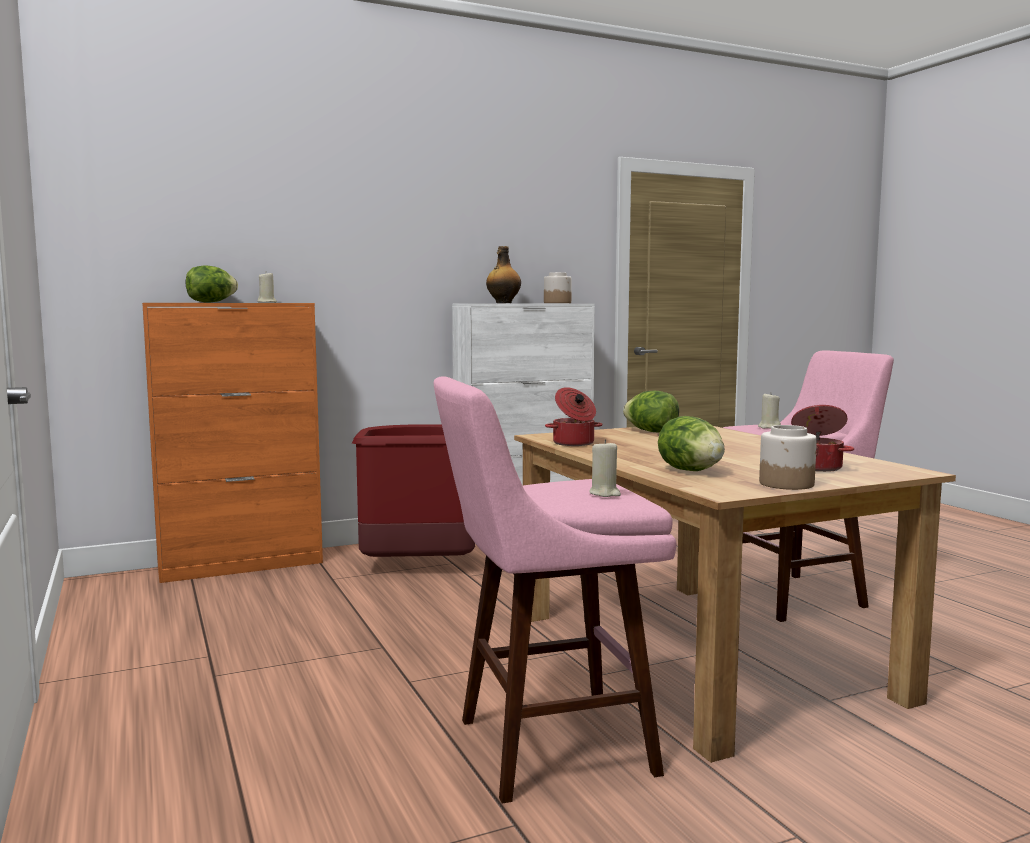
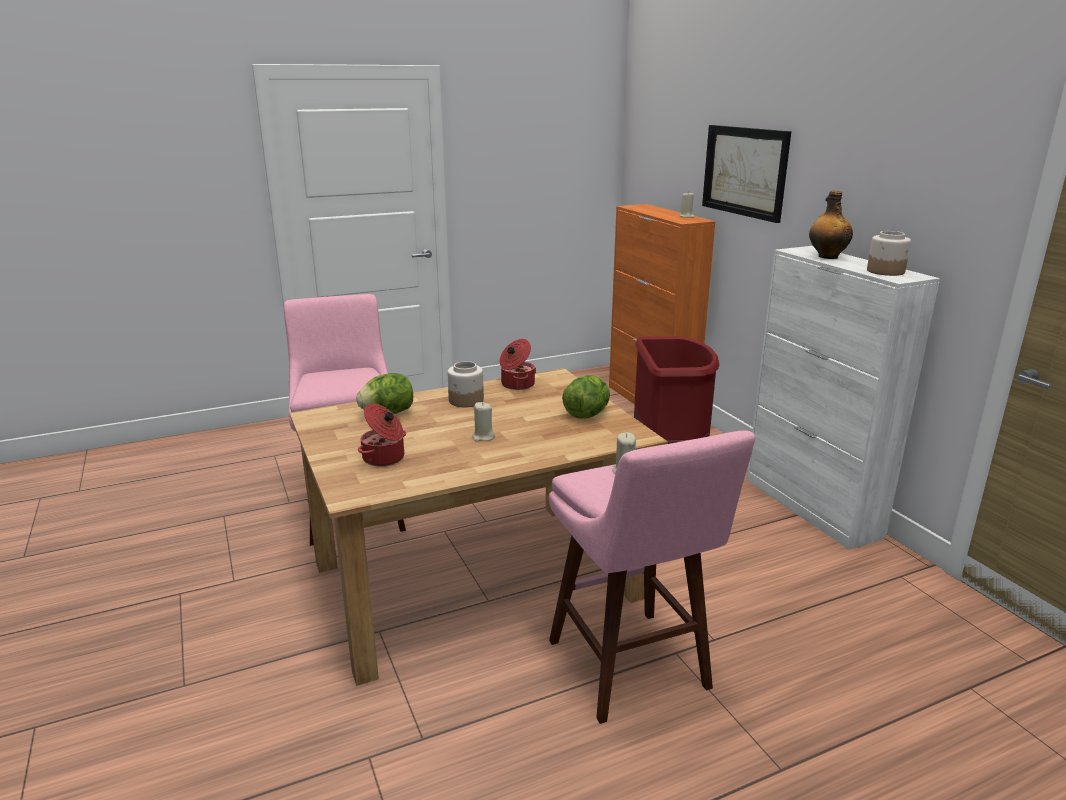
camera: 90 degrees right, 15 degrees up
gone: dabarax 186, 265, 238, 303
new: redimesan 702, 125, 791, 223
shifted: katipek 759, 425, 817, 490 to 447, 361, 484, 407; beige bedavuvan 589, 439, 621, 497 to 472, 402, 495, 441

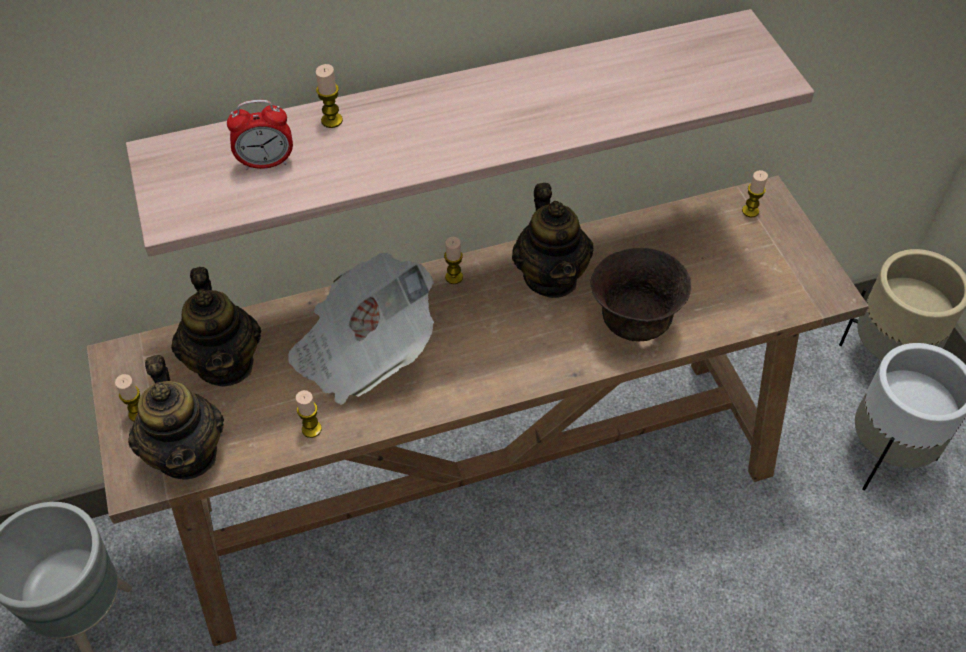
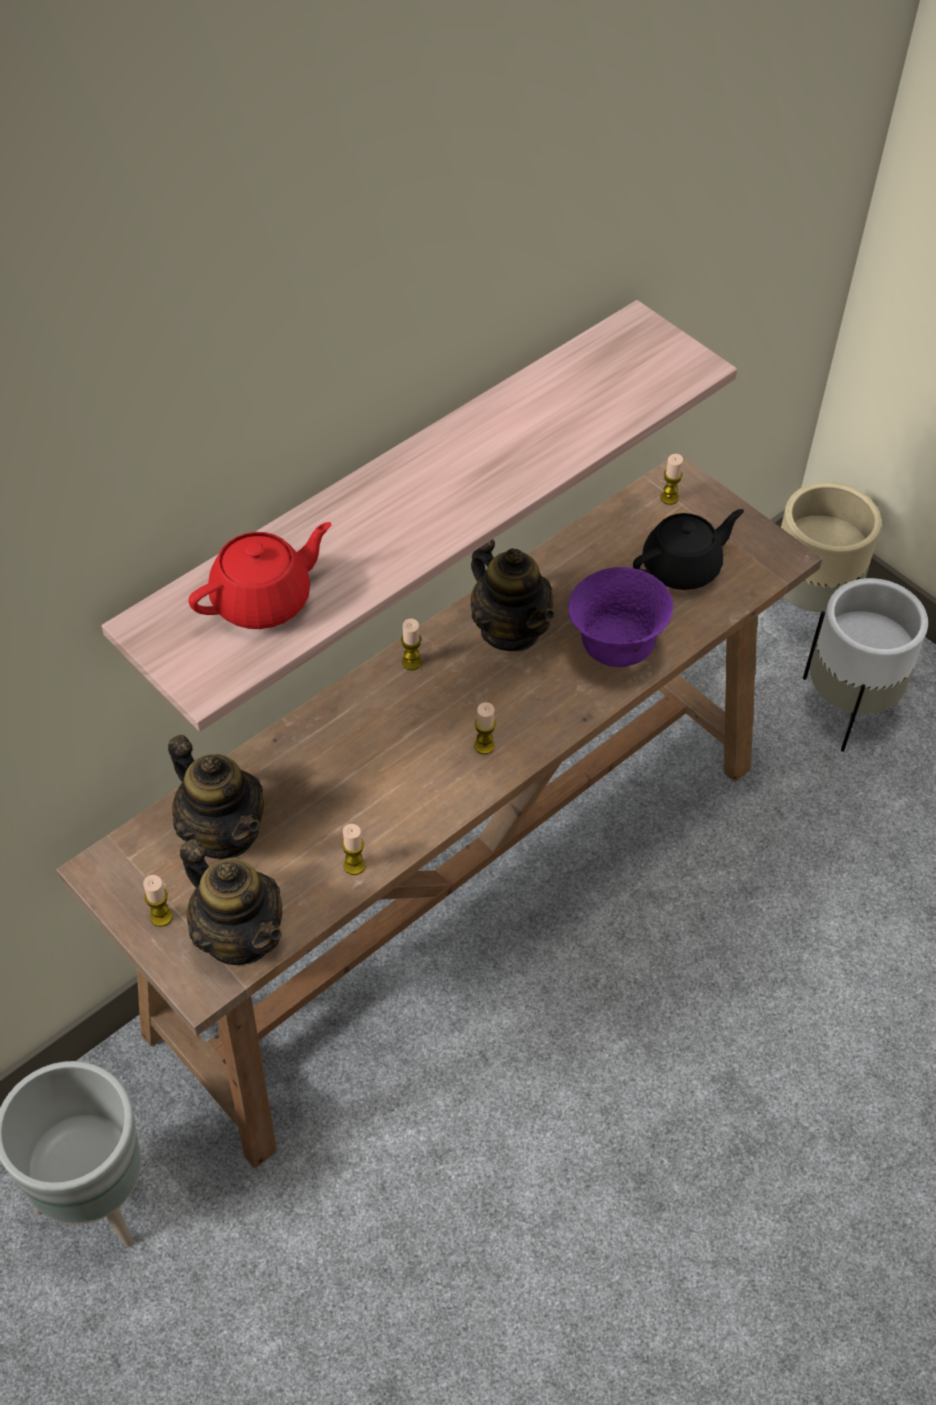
camera: 25 degrees left, 0 degrees up
gone: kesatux 288, 252, 434, 405
new: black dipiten 633, 509, 744, 590
shifted: bedavuvan 316, 64, 343, 128 to 474, 702, 496, 755
swapped: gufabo 227, 100, 293, 170 to red dipiten 188, 522, 332, 629
repainted: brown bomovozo 590, 248, 691, 341 to purple bomovozo 568, 567, 673, 667

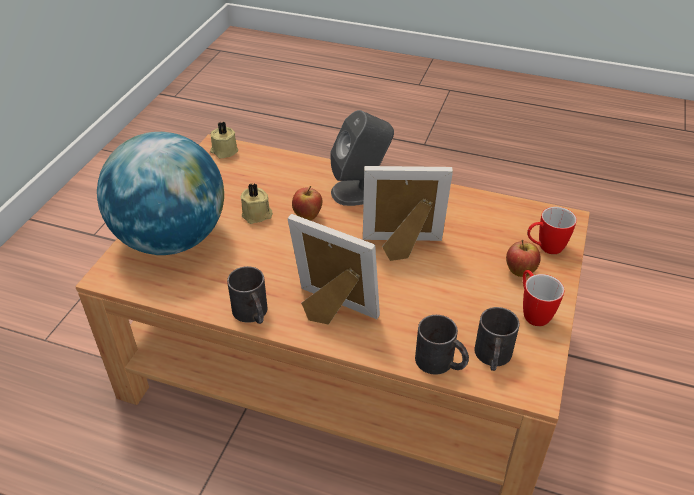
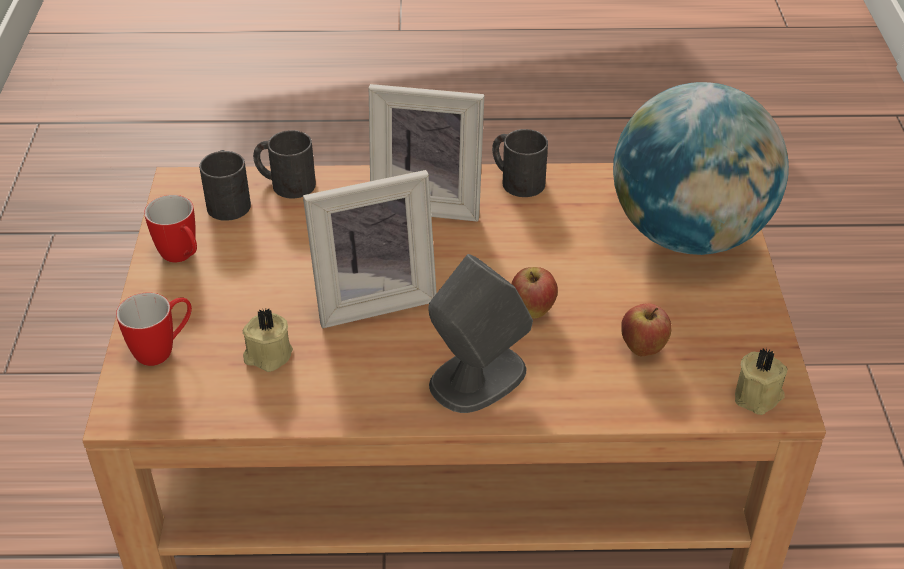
camera: 160 degrees right, 0 degrees up
shifted: beige bedavuvan 240, 183, 273, 224 to 243, 308, 293, 372; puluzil 506, 240, 541, 277 to 621, 303, 672, 356

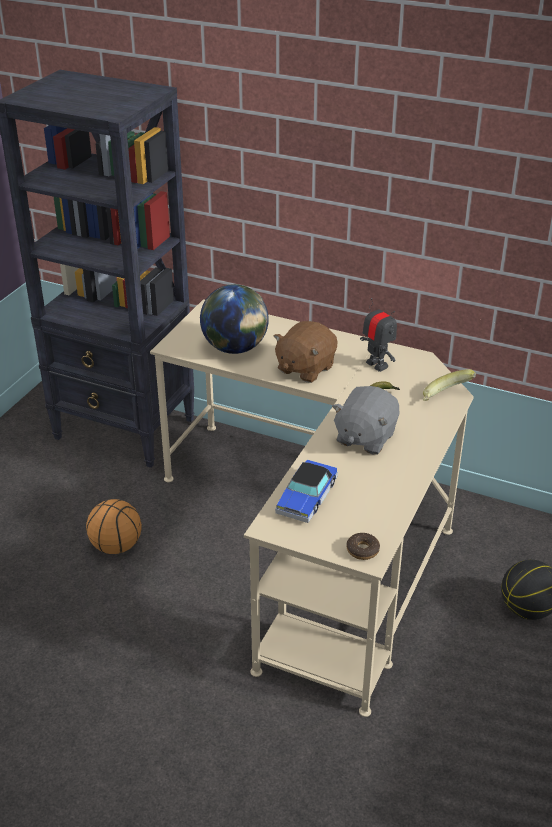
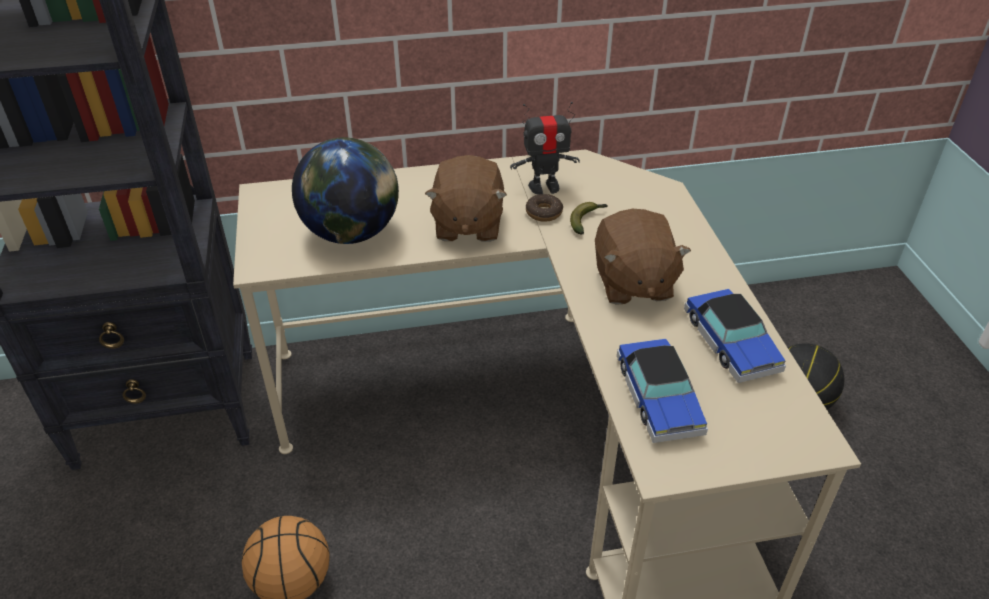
camera: 35 degrees left, 5 degrees up
gone: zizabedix 423, 369, 476, 401
new: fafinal 684, 289, 786, 383
shifted: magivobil 347, 533, 380, 560 to 526, 194, 563, 222
repainted: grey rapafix 332, 386, 399, 455 to brown rapafix 595, 209, 691, 305
rotated: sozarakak 360, 298, 397, 372 = 510, 102, 580, 195 150 degrees clockwise

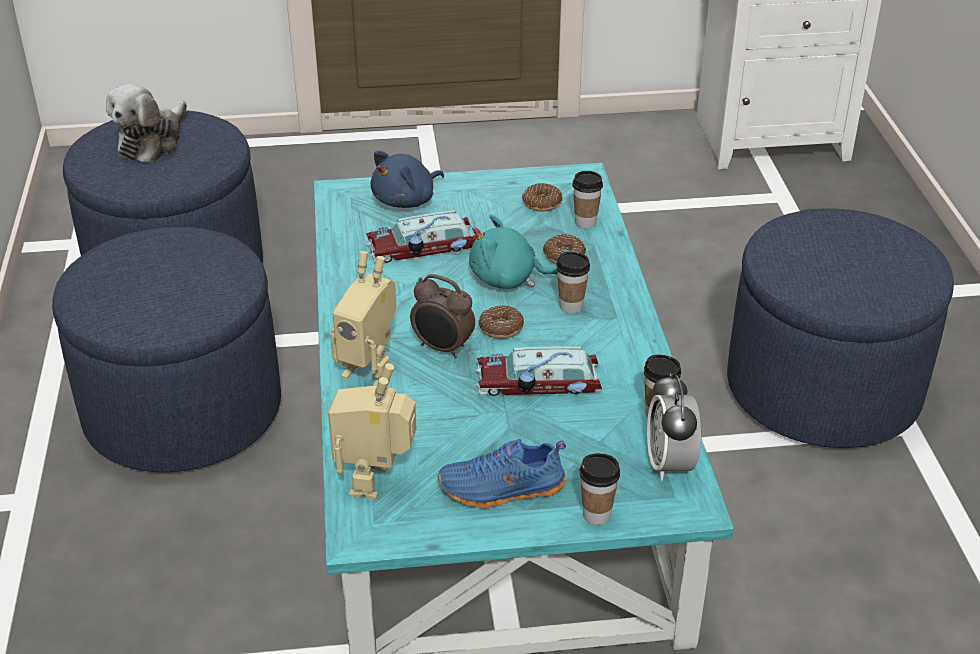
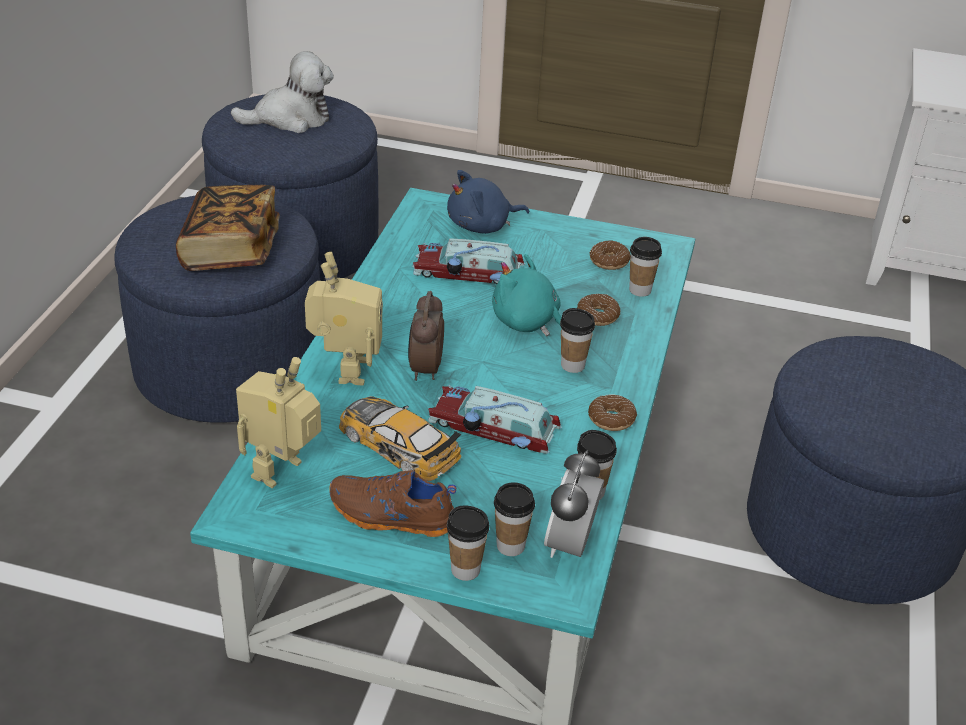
camera: 20 degrees right, 0 degrees up
new: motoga 176, 185, 280, 271; fafinal 339, 396, 462, 481; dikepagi 494, 482, 535, 556
shifted: magivobil 478, 305, 524, 339 to 588, 394, 637, 431
repainted: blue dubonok 438, 439, 566, 509 to brown dubonok 330, 470, 457, 537
rotated: rapafix 106, 84, 187, 163 = 231, 51, 334, 133 150 degrees counterclockwise; sozarakak 330, 251, 397, 386 = 305, 252, 383, 386 135 degrees counterclockwise; gufabo 410, 274, 475, 358 = 408, 291, 444, 381 45 degrees clockwise

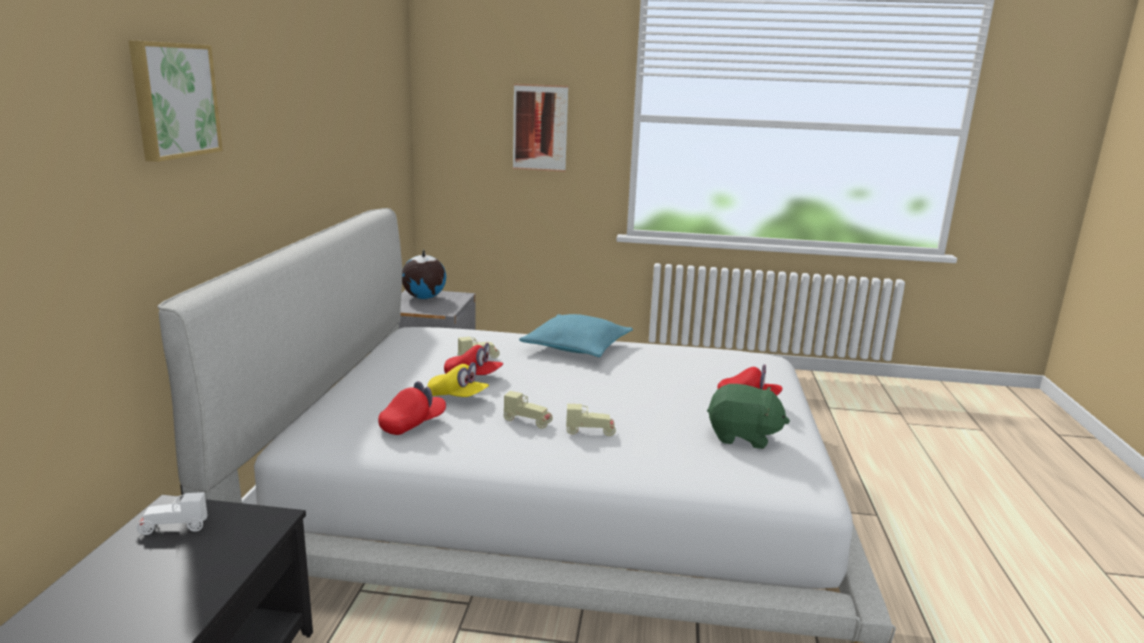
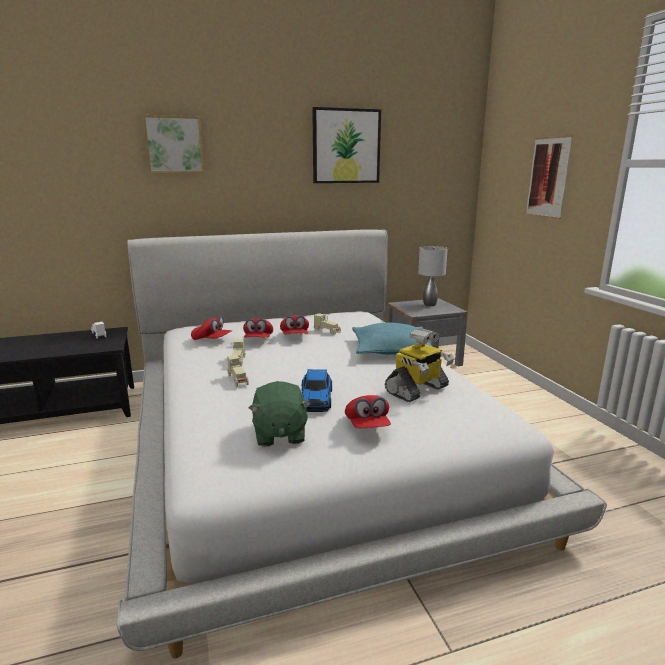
camera: 65 degrees right, 0 degrees up
new: redimesan 312, 107, 381, 183; sozarakak 385, 328, 454, 402; fafinal 302, 369, 332, 412
swapped: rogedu 402, 250, 446, 299 to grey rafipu 418, 246, 448, 306
repainted: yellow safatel 427, 362, 489, 397 to red safatel 243, 318, 273, 338

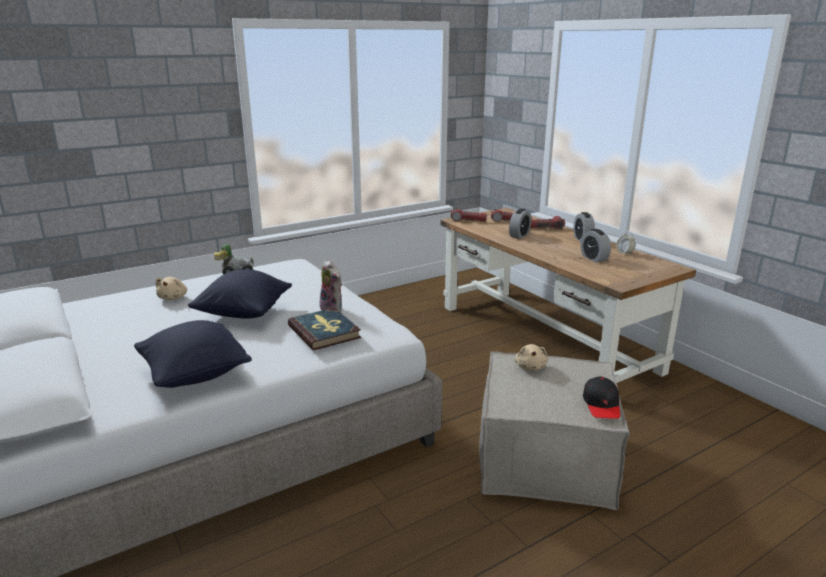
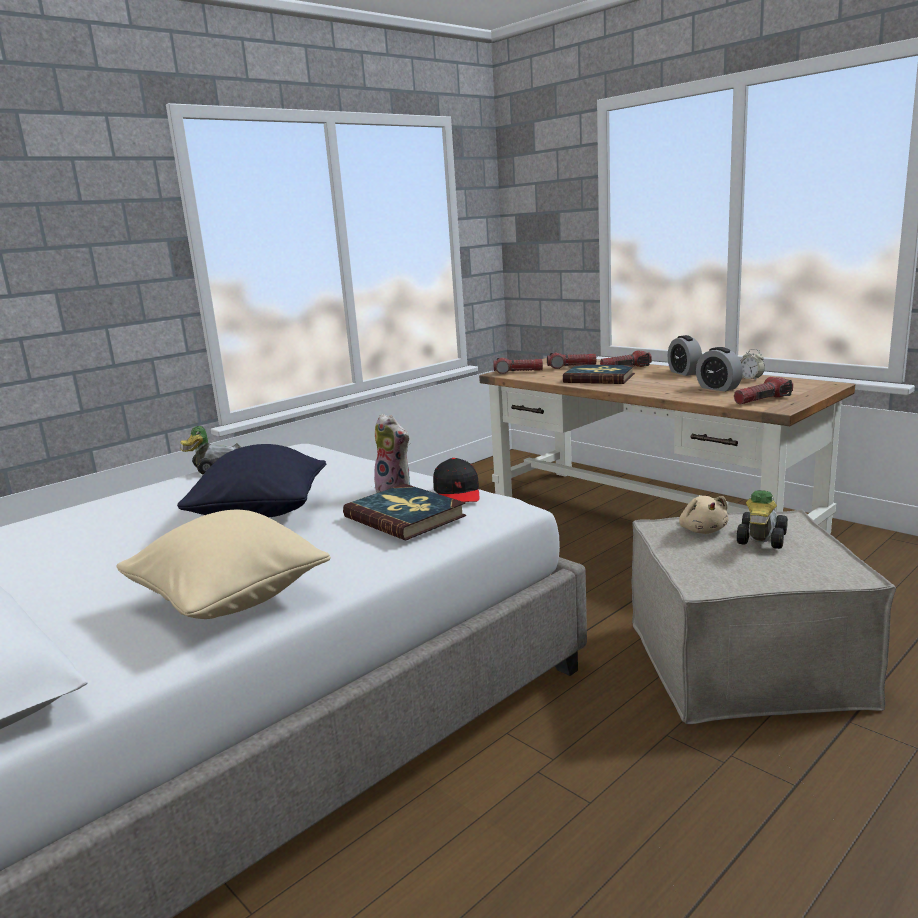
camera: 10 degrees left, 5 degrees down
gone: beige rapafix 156, 277, 187, 300
new: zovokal 734, 377, 793, 404; fafinal 737, 490, 788, 549
shifted: black safatel 583, 376, 620, 419 to 433, 458, 480, 502
swapped: gufabo 509, 209, 531, 239 to motoga 563, 364, 635, 384
repainted: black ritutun 134, 320, 252, 388 to beige ritutun 116, 510, 331, 619

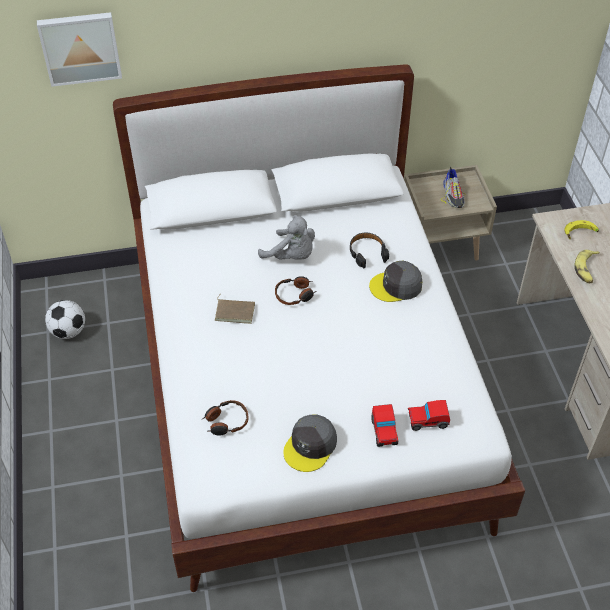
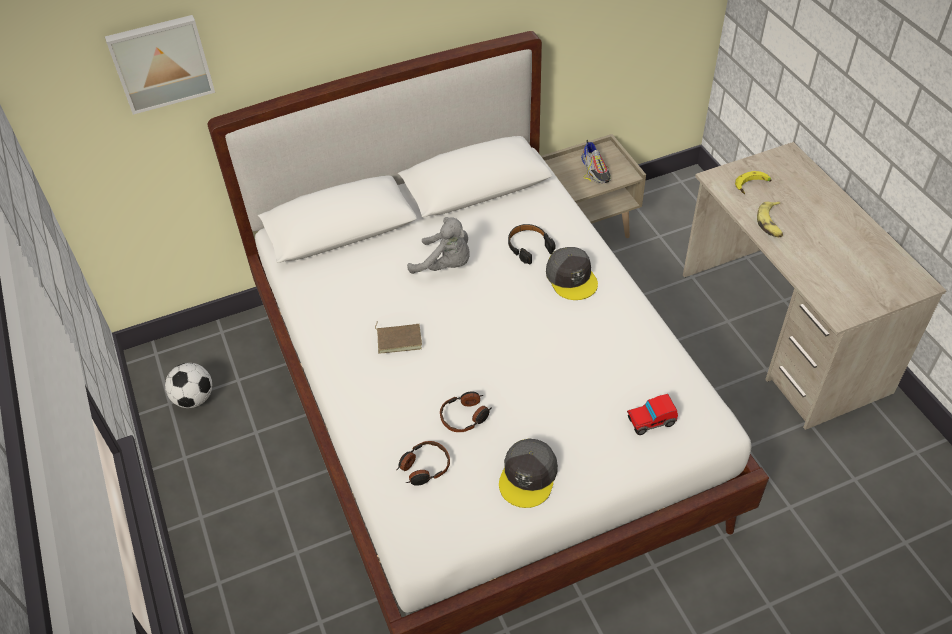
camera: 10 degrees left, 0 degrees up
gone: fafinal 371, 404, 398, 447
shifted: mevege 275, 276, 316, 305 to 440, 392, 492, 432
rotated: grey safatel 369, 260, 422, 302 = 546, 247, 598, 300 90 degrees counterclockwise

